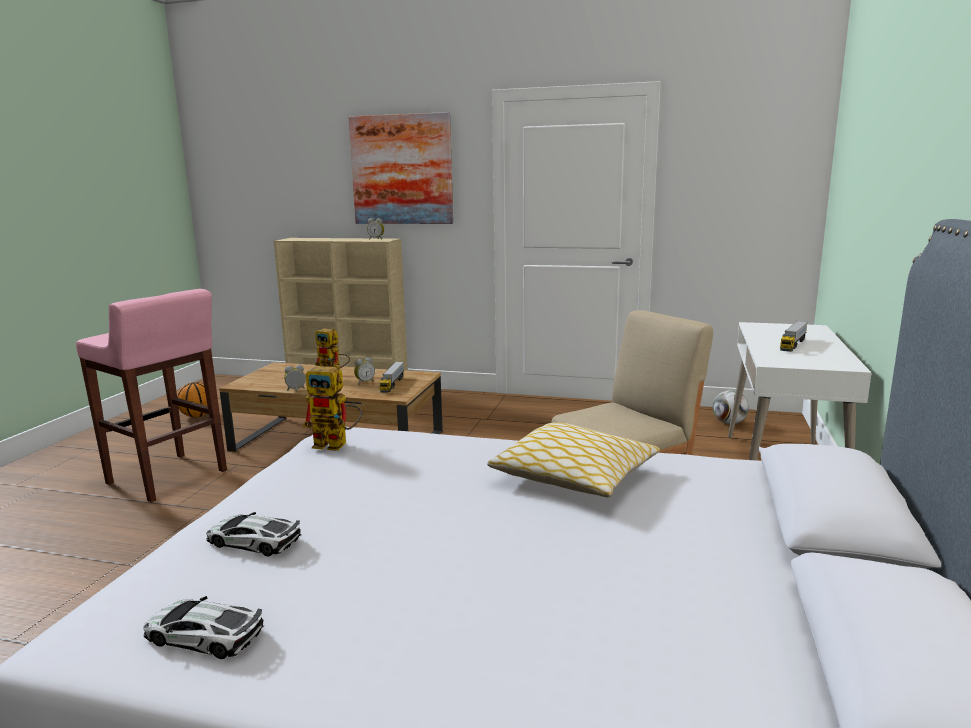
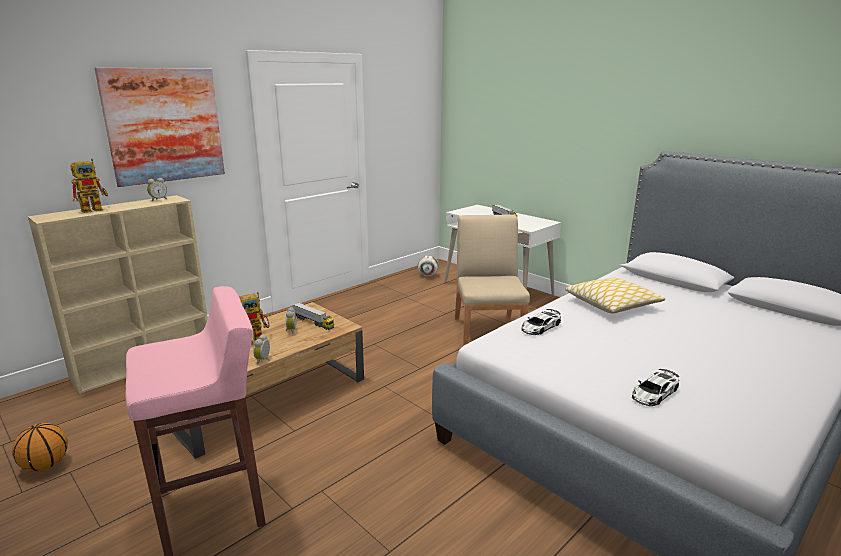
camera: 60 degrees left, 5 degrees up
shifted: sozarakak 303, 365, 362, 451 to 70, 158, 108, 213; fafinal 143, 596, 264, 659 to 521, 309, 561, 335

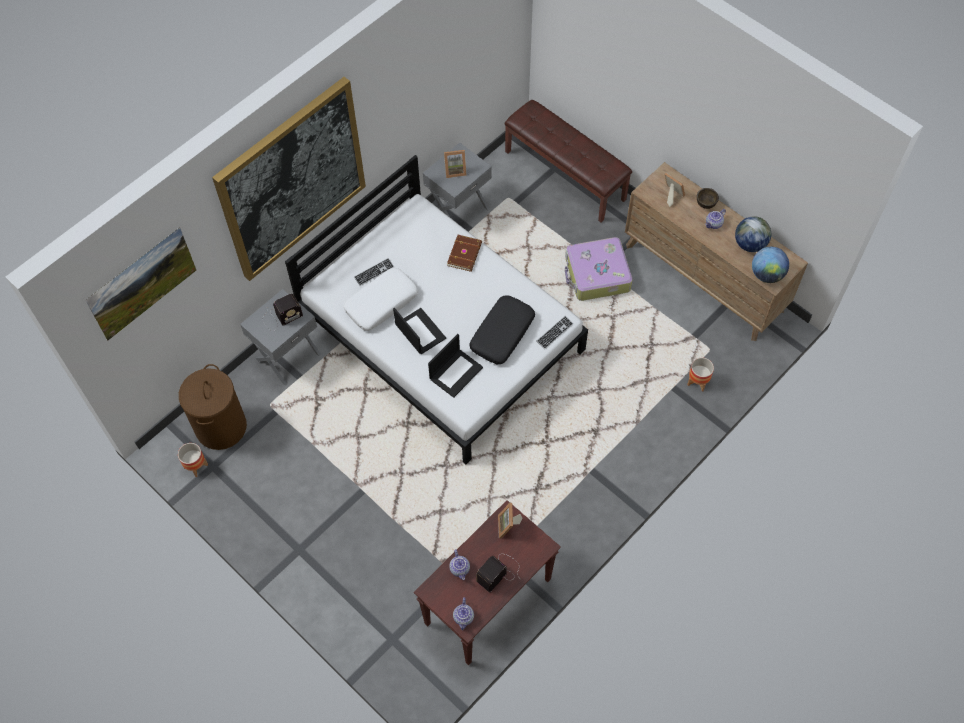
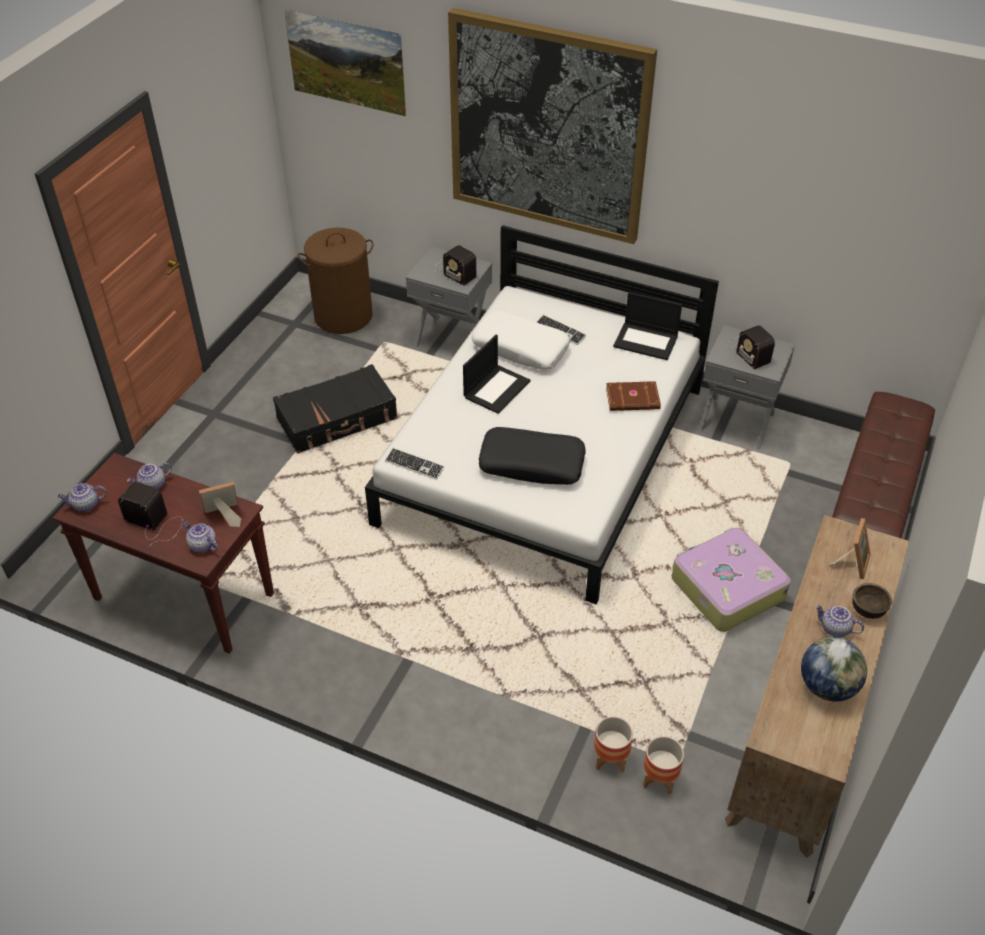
camera: 70 degrees right, 15 degrees down
gone: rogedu 752, 247, 789, 283
new: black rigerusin 273, 364, 398, 454; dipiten 182, 521, 218, 553
shifted: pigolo 536, 316, 574, 349 to 385, 448, 444, 480; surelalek 428, 334, 483, 398 to 613, 292, 682, 360; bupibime 178, 443, 208, 477 to 643, 736, 684, 795
swapped: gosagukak 444, 150, 467, 178 to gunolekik 727, 325, 775, 369

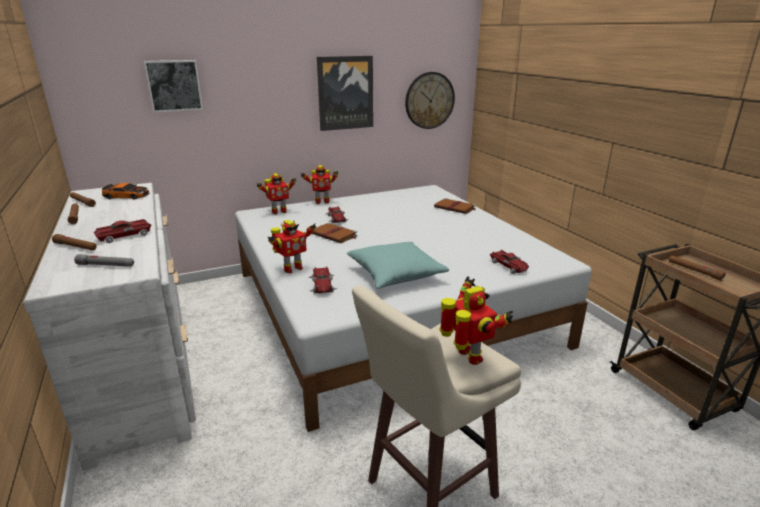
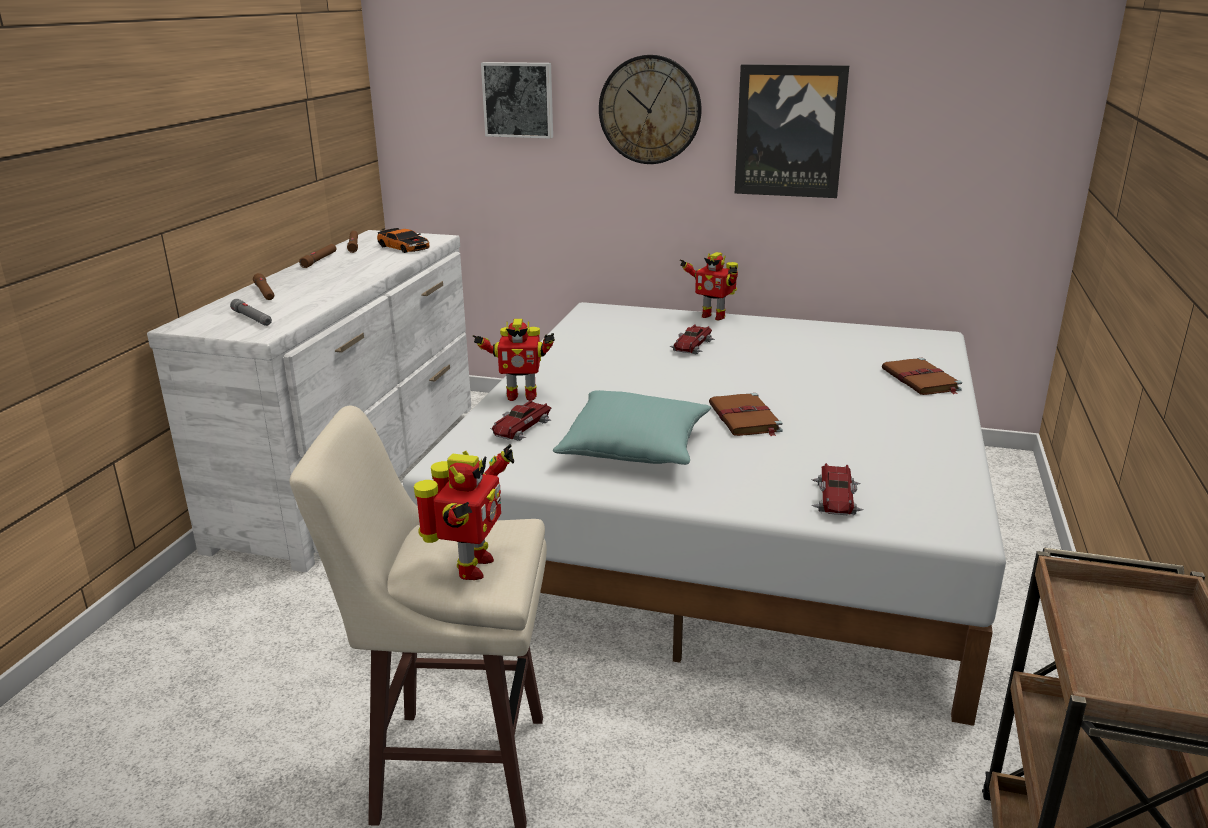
camera: 40 degrees right, 0 degrees up
gone: sozarakak 256, 173, 297, 214; fafinal 93, 219, 152, 243; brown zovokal 668, 255, 726, 281
shifted: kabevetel 405, 72, 455, 129 to 599, 55, 702, 164; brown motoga 312, 223, 357, 243 to 709, 393, 783, 436

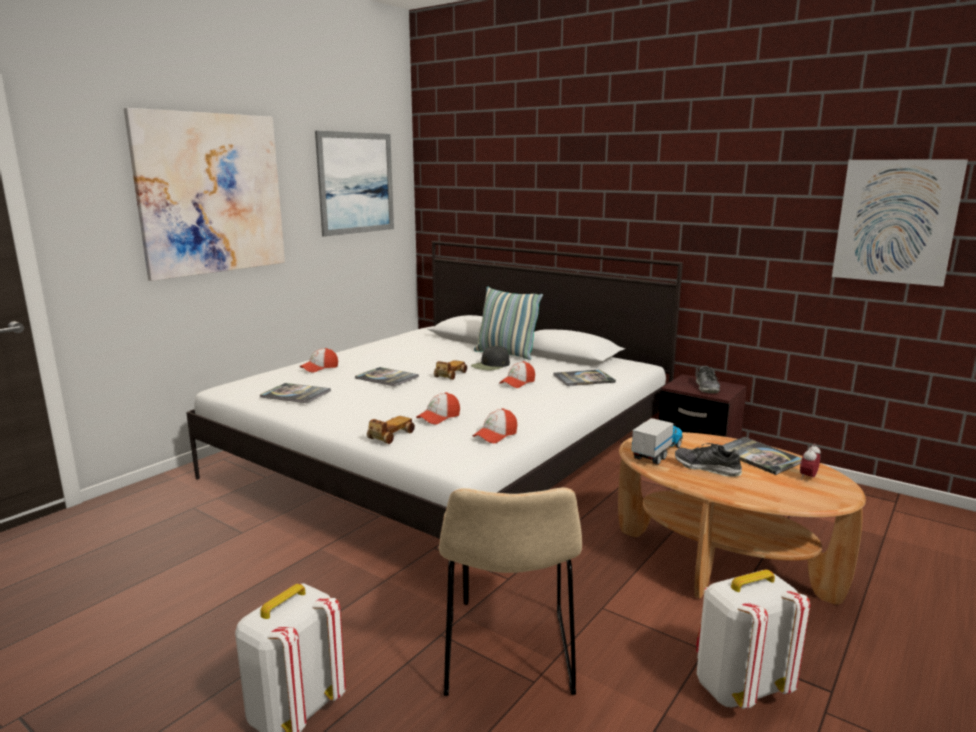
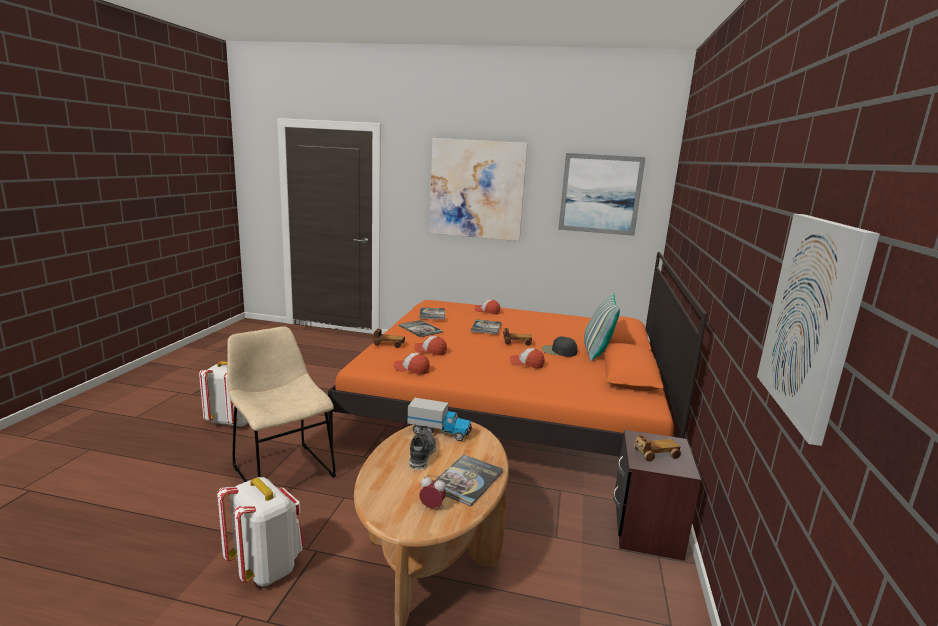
camera: 65 degrees right, 0 degrees up
shifted: motoga 554, 370, 616, 386 to 399, 320, 443, 337
swapped: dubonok 696, 366, 720, 393 to fafinal 634, 435, 681, 462
repainted: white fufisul 186, 241, 683, 605 to orange fufisul 328, 252, 707, 457
rotated: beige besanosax 438, 487, 582, 696 = 227, 326, 336, 482 75 degrees clockwise

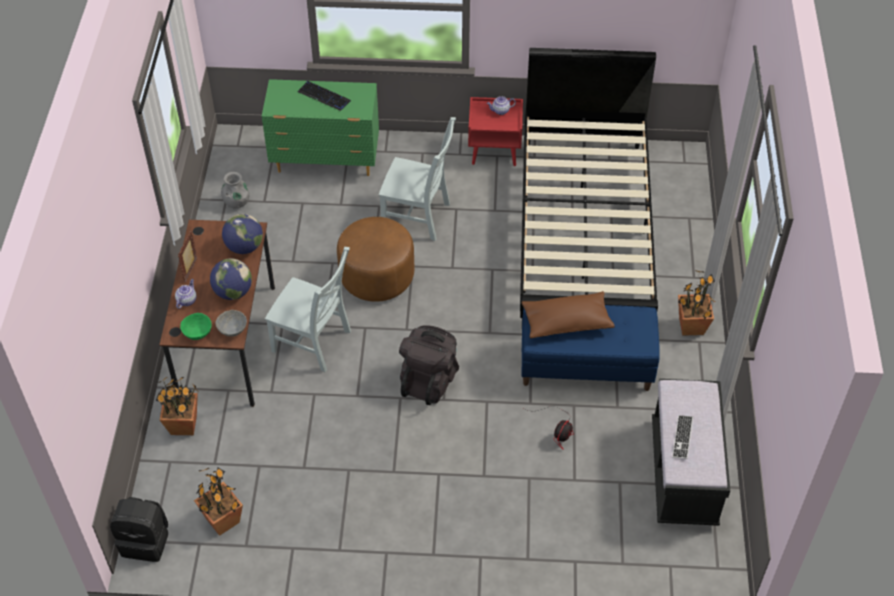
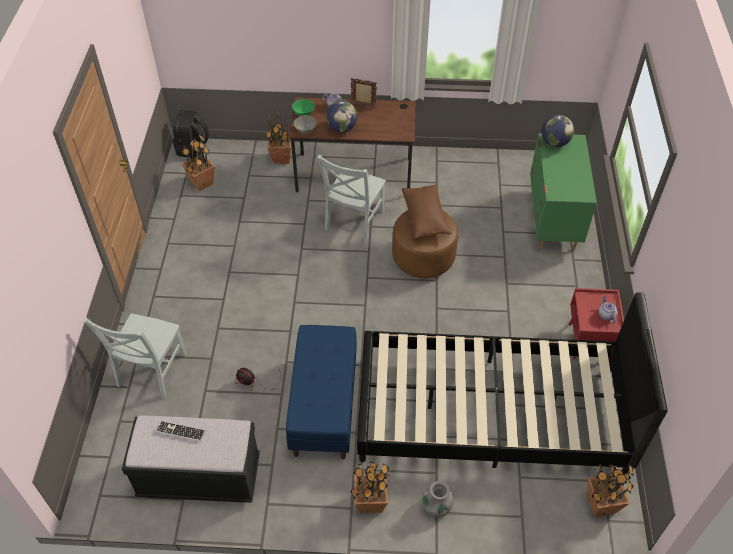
camera: 90 degrees right, 0 degrees up
gone: pigolo 298, 81, 351, 111; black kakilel 399, 325, 459, 405
new: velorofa 587, 464, 634, 517
shifted: grey besanosax 379, 117, 456, 241 to 82, 313, 187, 399; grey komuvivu 221, 172, 250, 209 to 422, 481, 454, 517; rogedu 222, 214, 263, 254 to 541, 115, 574, 147; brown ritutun 522, 291, 615, 338 to 402, 184, 451, 239

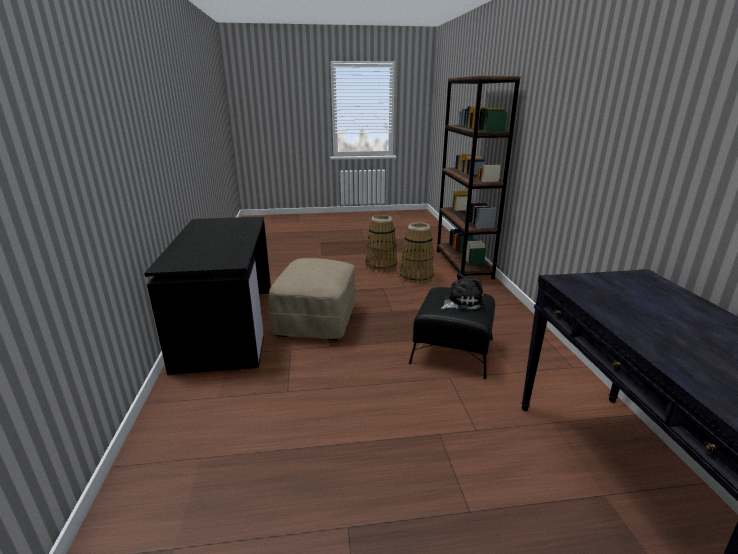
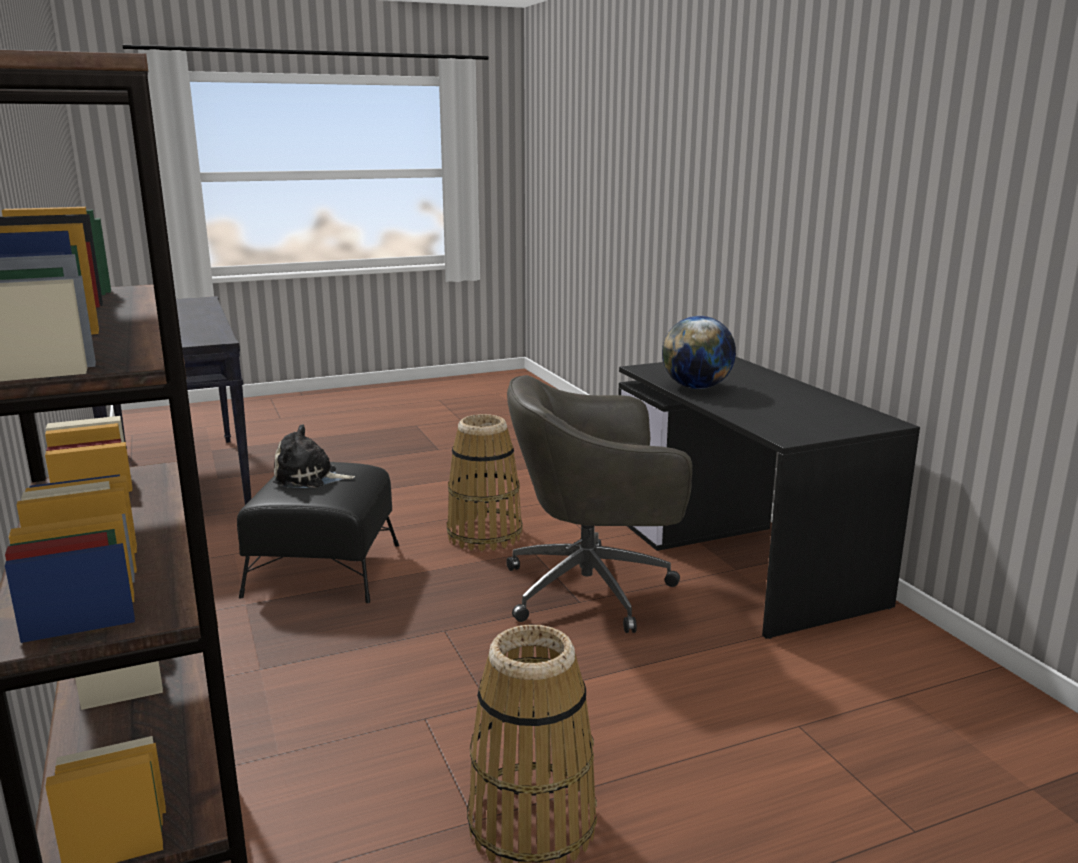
camera: 165 degrees right, 5 degrees down
new: rogedu 662, 316, 736, 389
shifted: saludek 400, 222, 434, 284 to 447, 414, 523, 551
swapped: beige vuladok 268, 258, 355, 341 to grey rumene 506, 375, 692, 633
rotated: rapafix 441, 273, 485, 310 = 273, 424, 355, 488 45 degrees clockwise

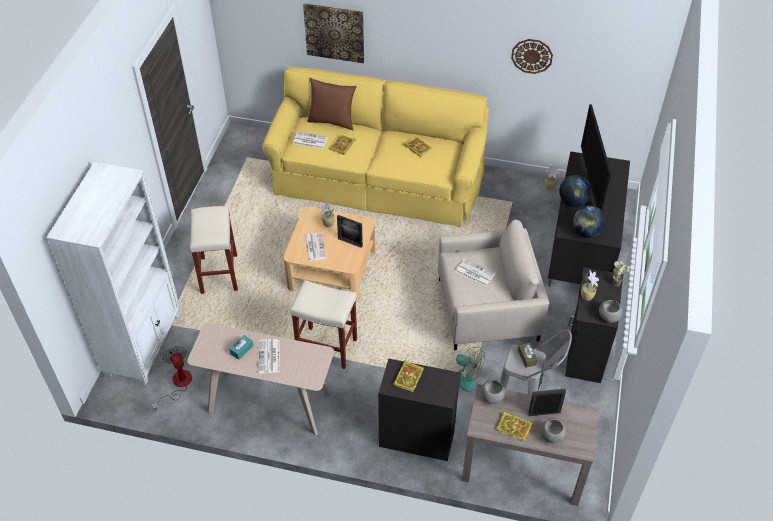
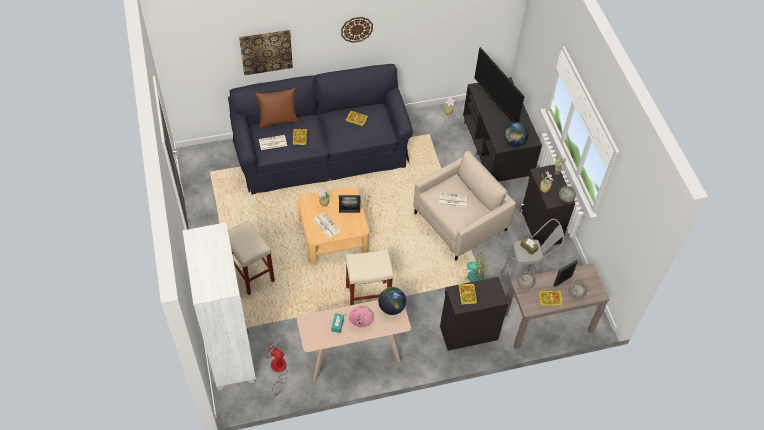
camera: 30 degrees left, 5 degrees up
shifted: kabevetel 511, 39, 553, 74 to 341, 17, 373, 43; rogedu 559, 175, 591, 207 to 378, 287, 406, 315
swapped: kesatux 259, 339, 280, 373 to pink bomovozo 349, 307, 372, 328
repainted: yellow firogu 262, 67, 489, 227 to black firogu 228, 64, 413, 195

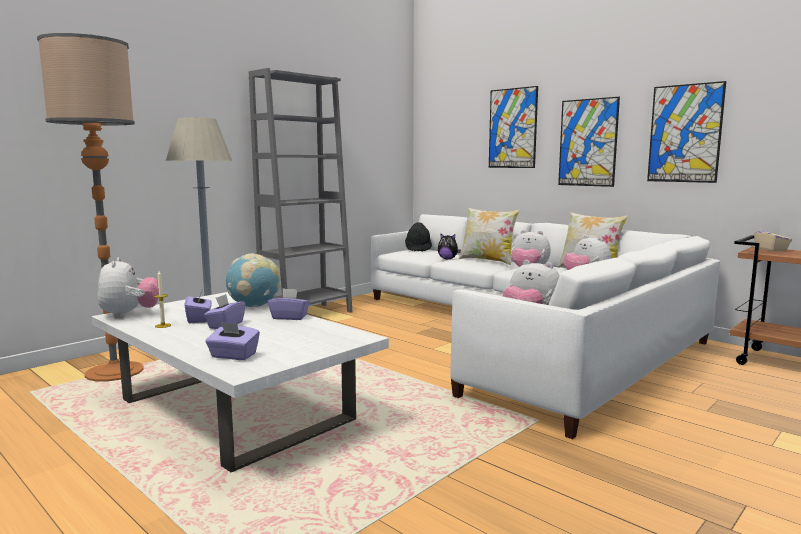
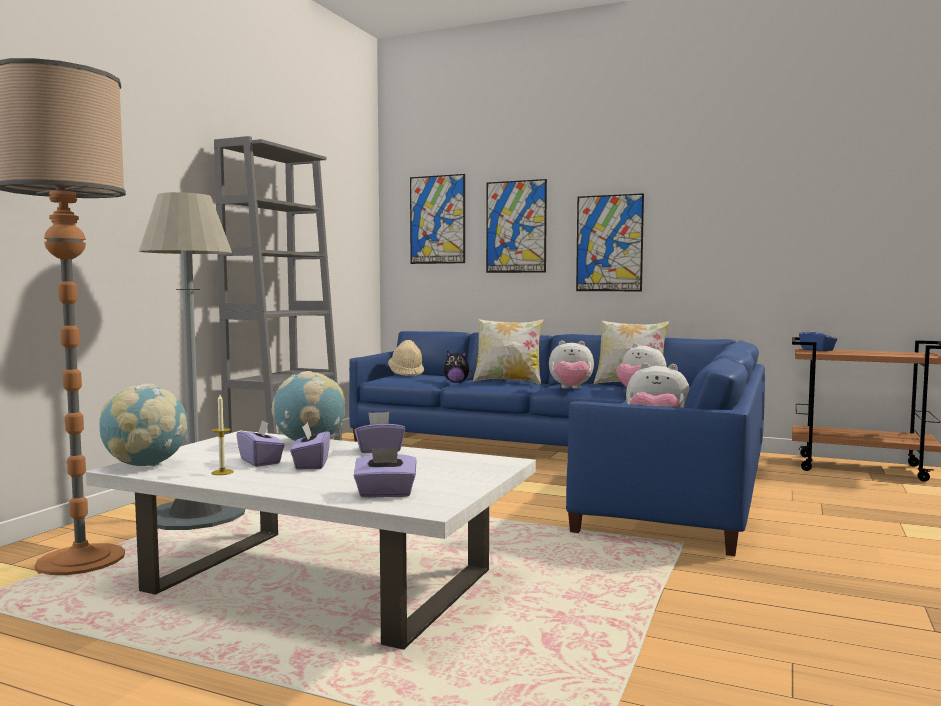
camera: 20 degrees left, 5 degrees down
shifted: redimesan 647, 81, 726, 183 to 410, 174, 465, 264
swapped: rapafix 97, 257, 159, 318 to rogedu 99, 384, 188, 466
repainted: white firogu 371, 214, 720, 439 to blue firogu 349, 331, 765, 556; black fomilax 405, 222, 432, 252 to beige fomilax 388, 340, 424, 376; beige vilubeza 754, 225, 792, 251 to blue vilubeza 799, 326, 837, 351

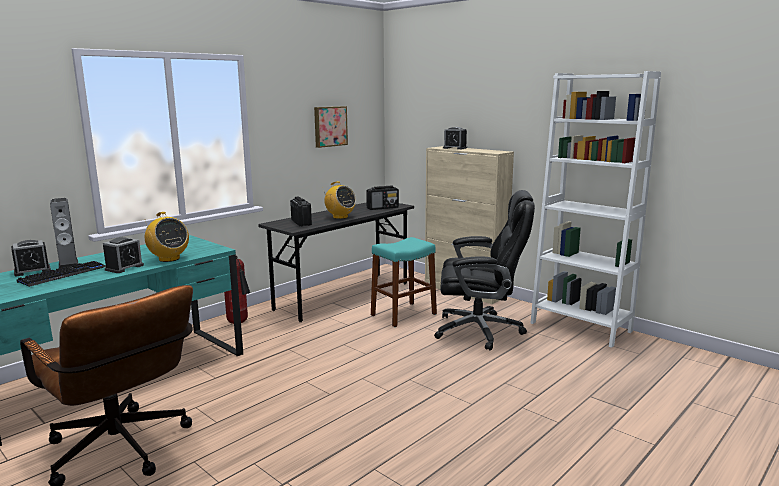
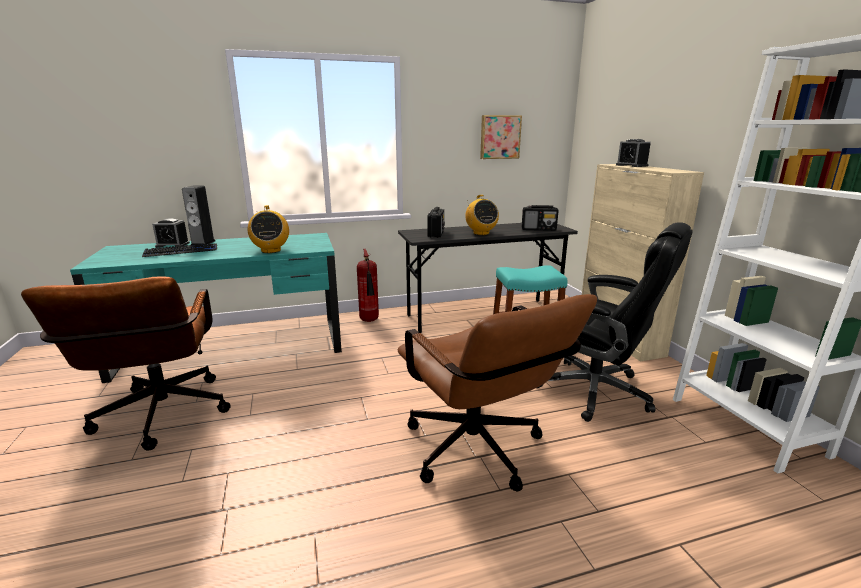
camera: 30 degrees right, 5 degrees up
gone: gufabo 103, 237, 144, 273
new: brown rumene 397, 294, 597, 492

